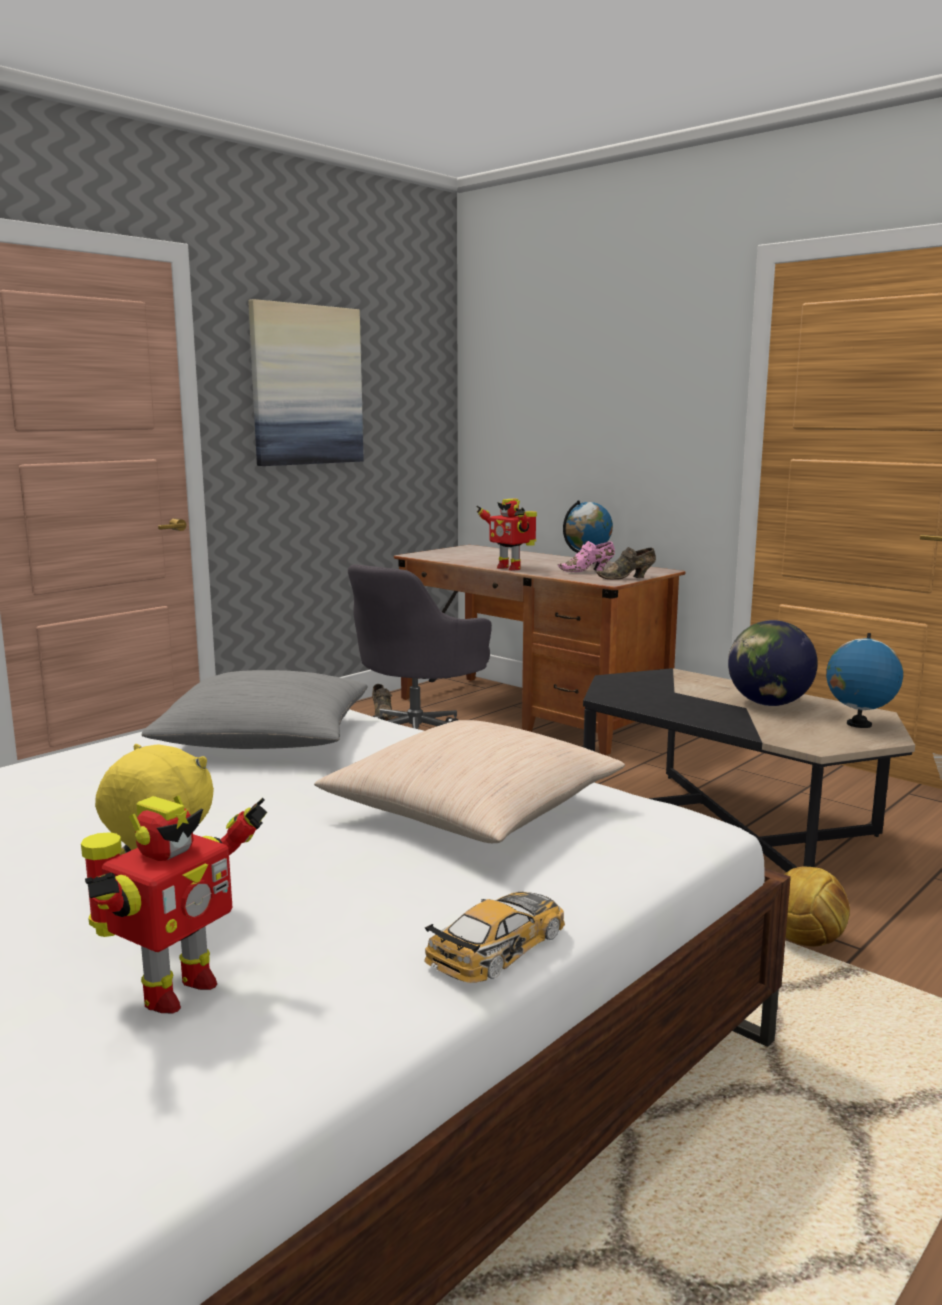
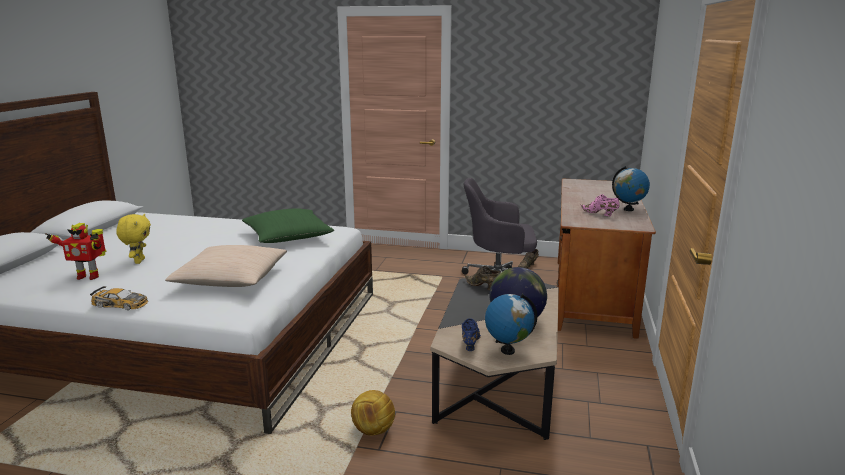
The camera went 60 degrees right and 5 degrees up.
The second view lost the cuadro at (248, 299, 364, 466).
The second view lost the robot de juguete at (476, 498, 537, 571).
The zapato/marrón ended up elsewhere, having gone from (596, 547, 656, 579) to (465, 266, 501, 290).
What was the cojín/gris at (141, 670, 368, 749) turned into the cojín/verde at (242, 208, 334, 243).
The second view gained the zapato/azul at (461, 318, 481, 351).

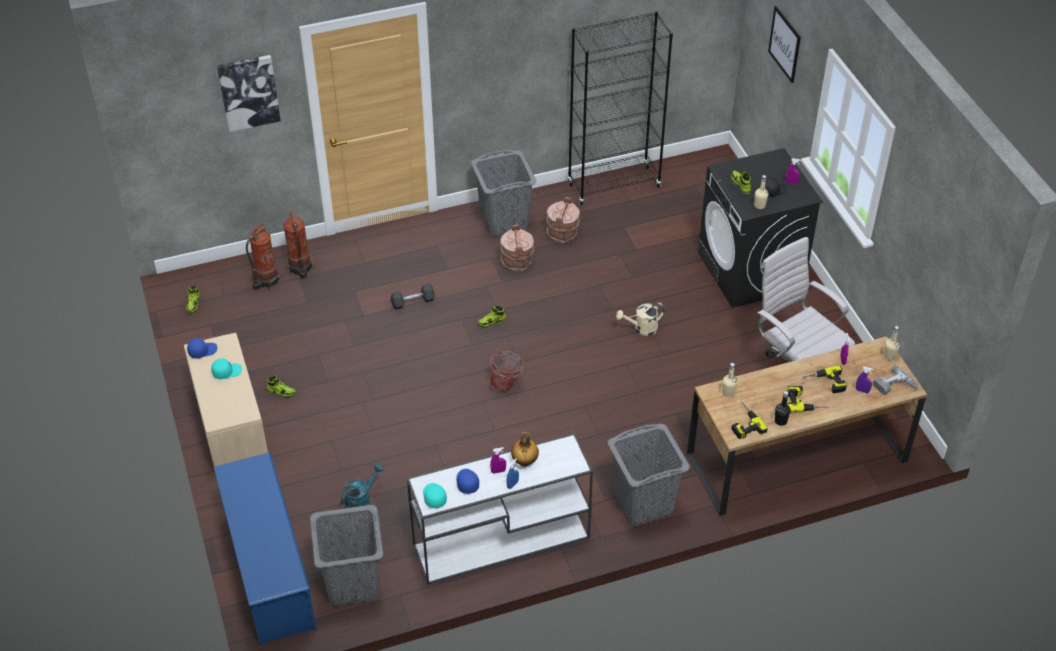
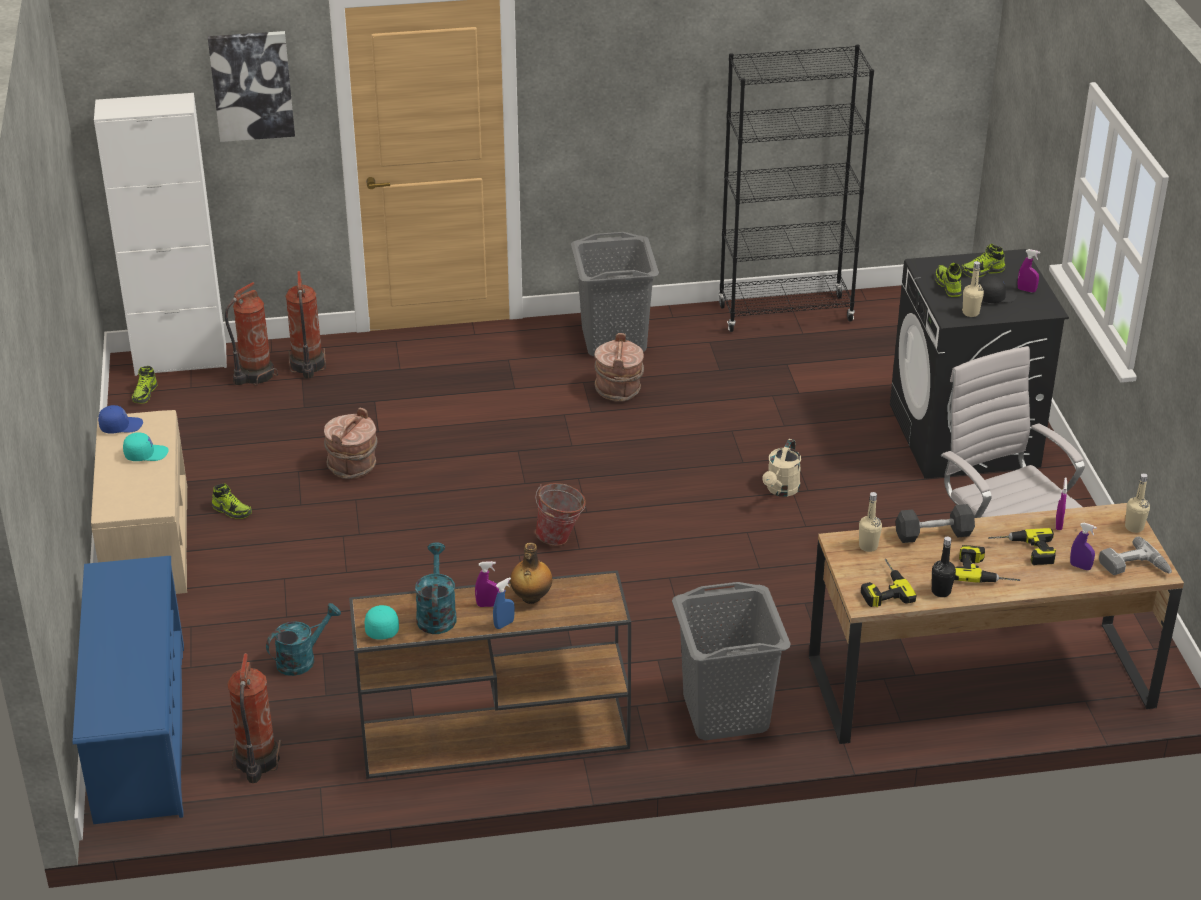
The camera went 10 degrees right and 10 degrees down.
The second view lost the cuadro at (768, 6, 801, 83).
The cubo/marrón ended up elsewhere, having gone from (547, 197, 580, 243) to (324, 408, 378, 479).
The mancuerna/gris ended up elsewhere, having gone from (391, 283, 435, 310) to (895, 504, 975, 543).
The regadera/beis at (616, 303, 665, 336) ended up facing another way, 60 degrees counterclockwise from before.
The zapato ended up elsewhere, having gone from (478, 305, 506, 329) to (961, 244, 1005, 278).
What was the mesa consola/blanco at (407, 433, 593, 585) turned into the mesa consola/marrón at (349, 570, 631, 779).
Where the gorra/azul stood at (456, 469, 479, 494), the regadera/turquesa came to stand at (415, 542, 456, 634).
Where the cesto de la ropa/gris stood at (310, 505, 383, 606), the extintor came to stand at (227, 653, 282, 783).
The second view gained the armario/blanco at (94, 93, 227, 376).

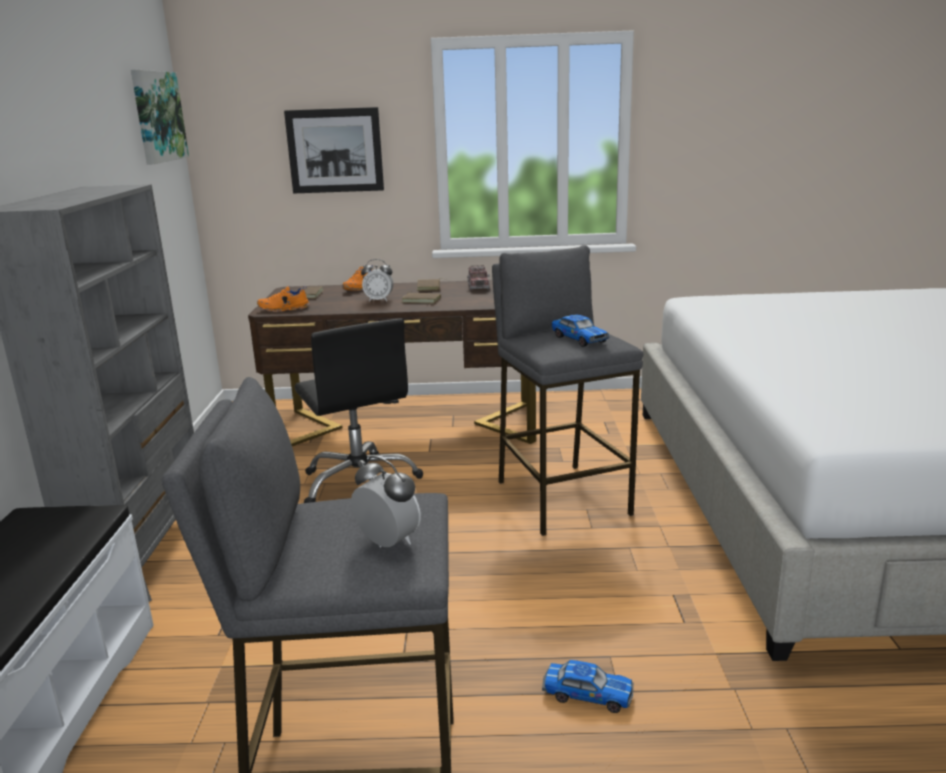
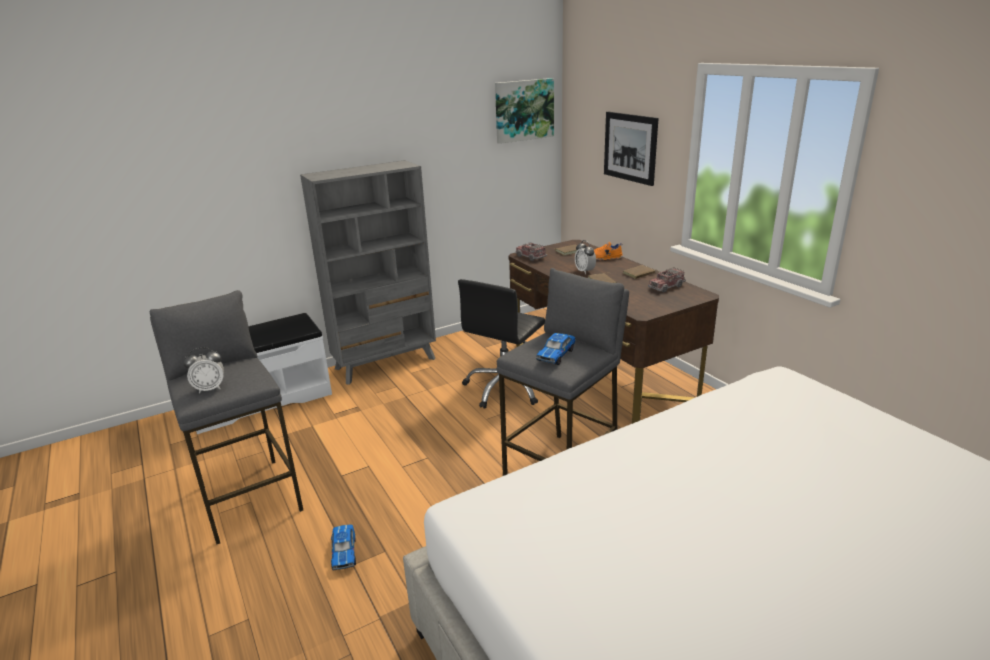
The camera went 60 degrees right and 5 degrees up.
Where the zapato/naranja stood at (257, 286, 310, 312), the camión de juguete came to stand at (515, 242, 547, 261).
The despertador at (351, 456, 421, 547) ended up facing another way, 60 degrees clockwise from before.

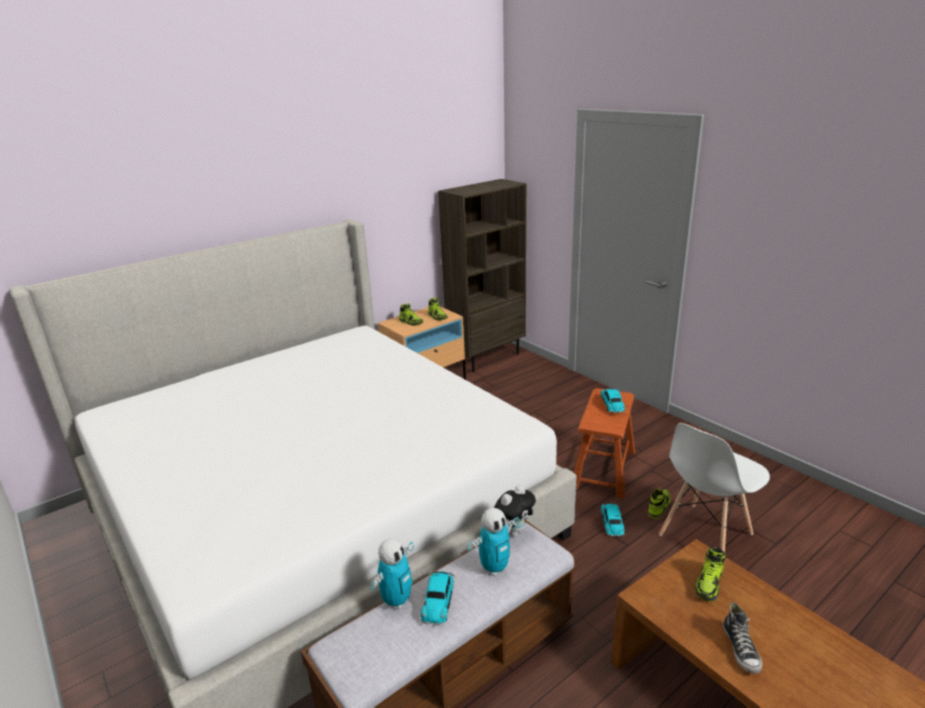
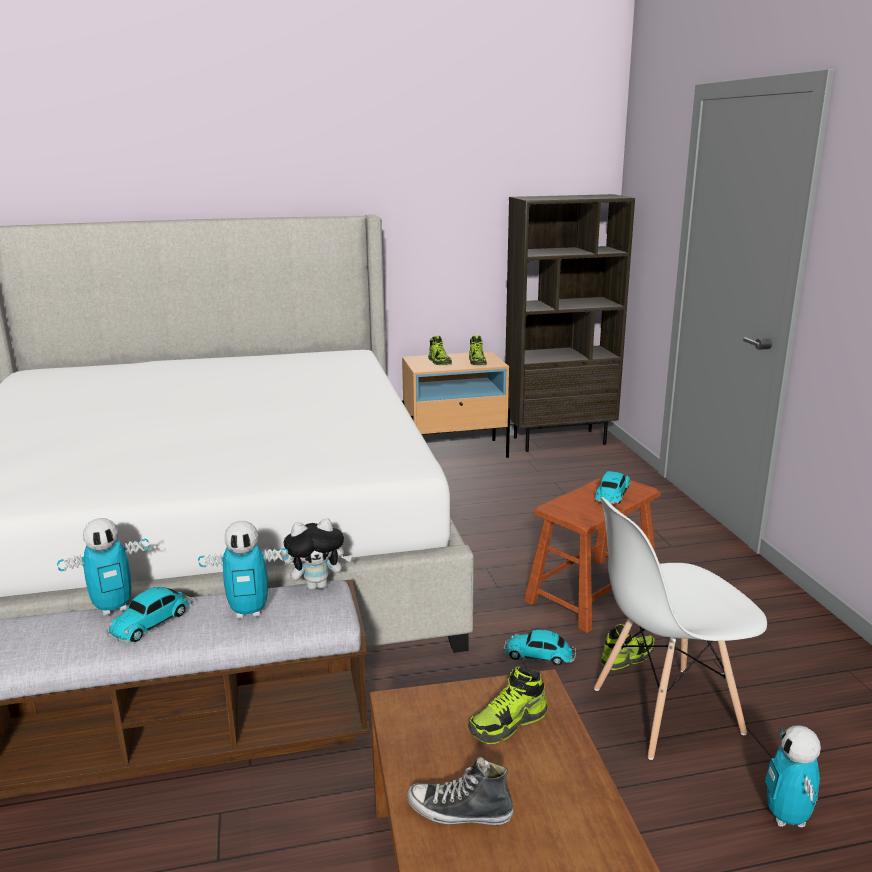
The camera went 25 degrees right and 5 degrees down.
The coche de juguete at (601, 504, 625, 537) ended up facing another way, 105 degrees counterclockwise from before.
The zapato at (723, 602, 762, 674) ended up facing another way, 75 degrees clockwise from before.
The second view gained the robot de juguete at (765, 725, 821, 827).

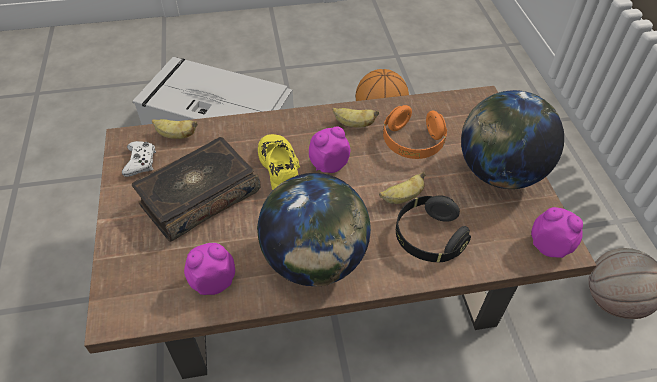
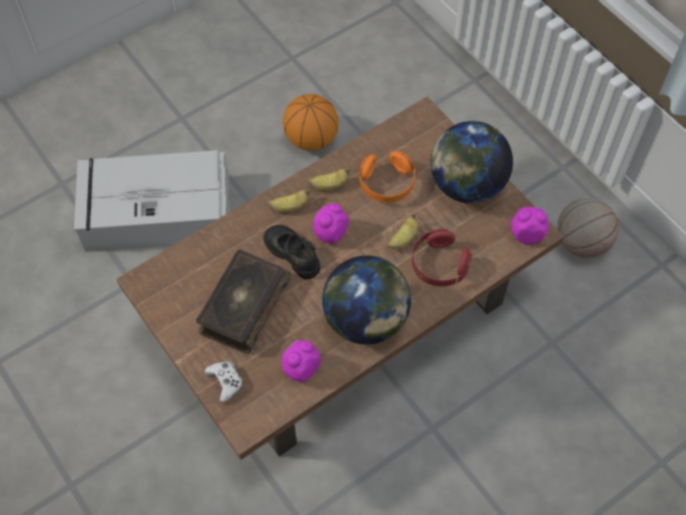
The camera went 25 degrees left and 10 degrees up.
The plátano ended up elsewhere, having gone from (152, 119, 198, 139) to (268, 189, 310, 213).
What was the zapato/amarillo at (258, 134, 300, 190) turned into the zapato/negro at (263, 225, 320, 280).
The mando de consola/blanco ended up elsewhere, having gone from (122, 141, 156, 177) to (204, 361, 243, 403).
What was the auriculares/negro at (396, 195, 471, 262) turned into the auriculares/rojo at (412, 229, 472, 286).

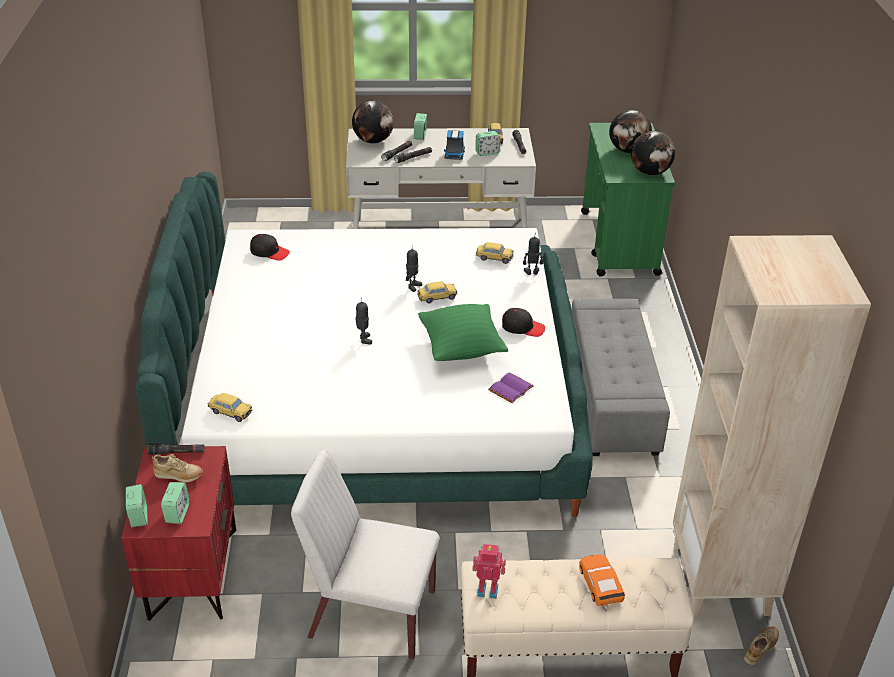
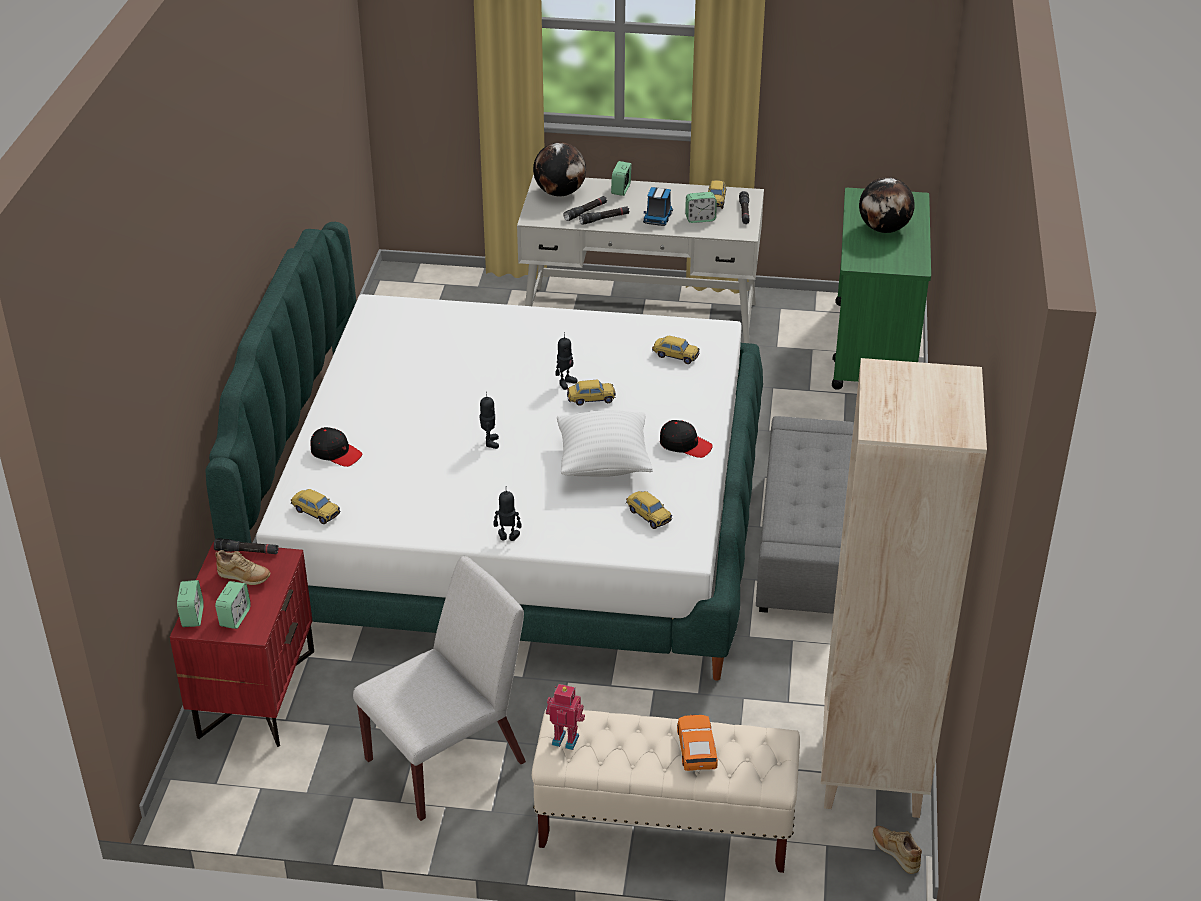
The camera went 10 degrees right and 0 degrees up.
The second view lost the globo terráqueo at (631, 131, 675, 175).
The gorra/negro ended up elsewhere, having gone from (250, 234, 290, 261) to (310, 427, 363, 467).
The robot de juguete ended up elsewhere, having gone from (523, 237, 543, 275) to (493, 486, 522, 541).
What was the cojín/verde at (418, 304, 508, 361) turned into the cojín/blanco at (557, 410, 653, 477).
Where the libro/morado stood at (488, 373, 534, 403), the coche de juguete came to stand at (626, 491, 672, 529).
The silla/blanco at (291, 449, 439, 659) ended up facing another way, 120 degrees clockwise from before.
The zapato/beis at (744, 627, 779, 666) ended up facing another way, 90 degrees counterclockwise from before.

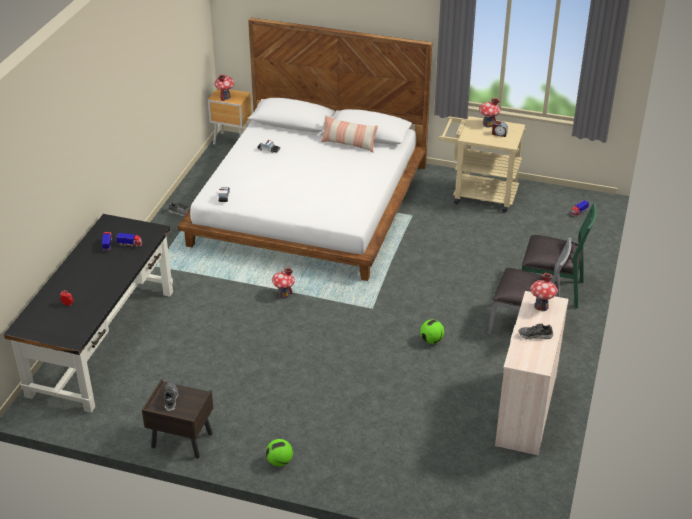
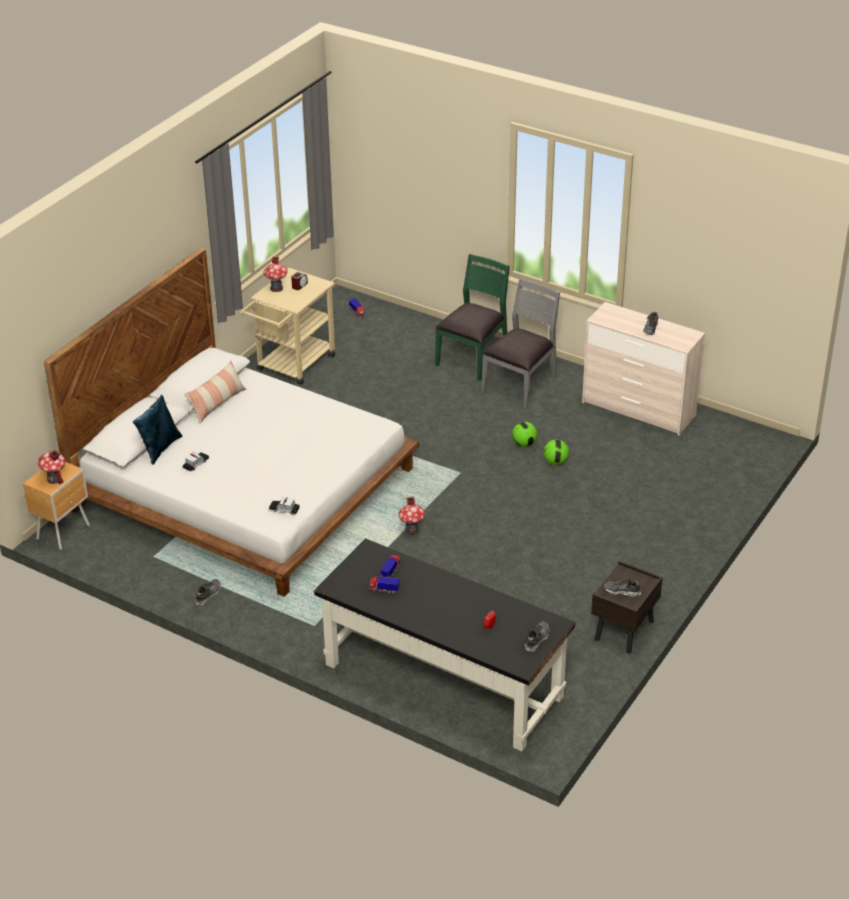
The camera went 75 degrees left and 0 degrees up.
The second view lost the casita at (530, 273, 557, 311).
The balón de fútbol ended up elsewhere, having gone from (266, 439, 293, 467) to (544, 440, 569, 465).
The second view gained the cojín/azul at (133, 395, 182, 465).
The second view gained the zapato at (525, 621, 549, 652).

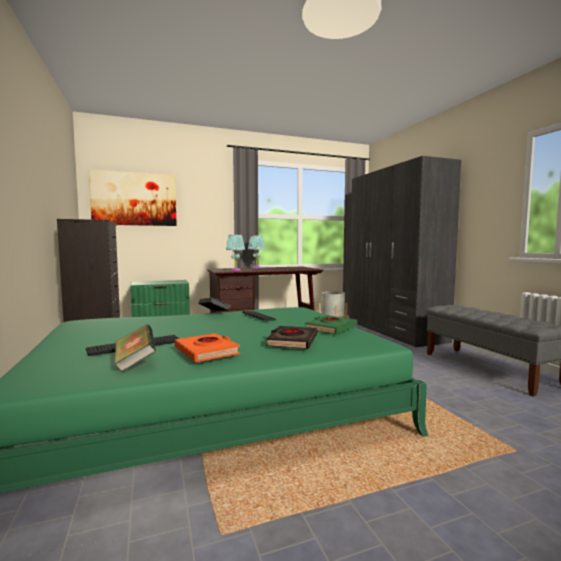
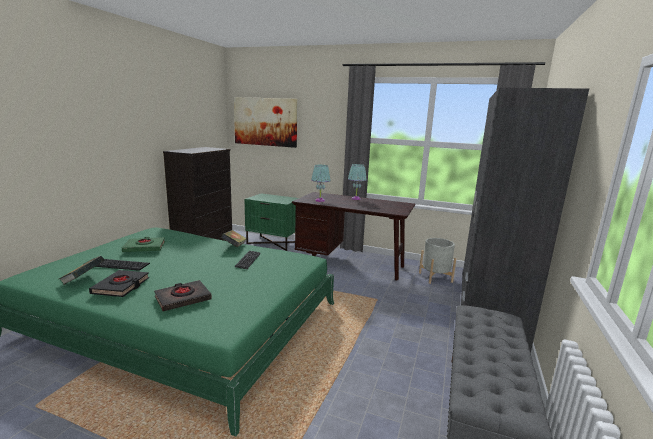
The camera went 40 degrees right and 10 degrees up.
The libro/verde ended up elsewhere, having gone from (305, 315, 357, 334) to (122, 237, 165, 252).
What was the libro/naranja at (175, 333, 240, 362) turned into the libro/negro at (89, 270, 149, 297).

